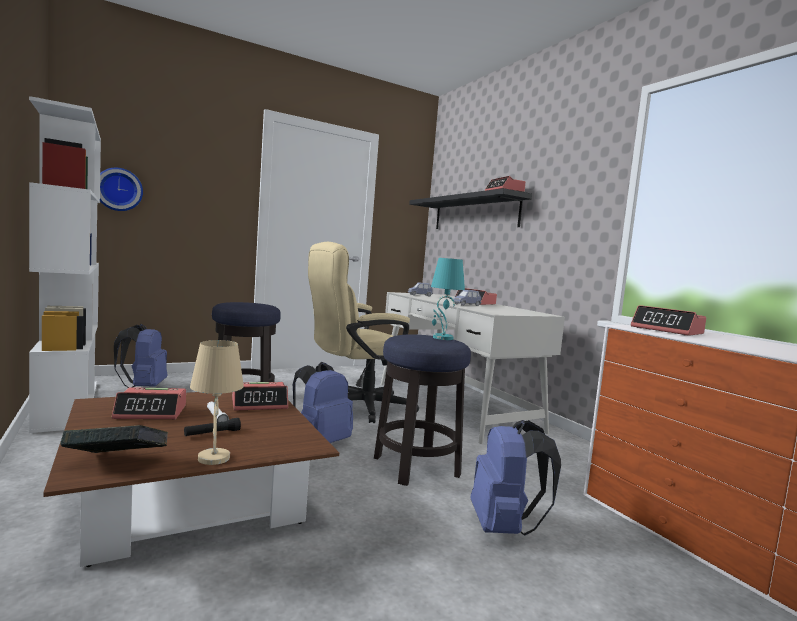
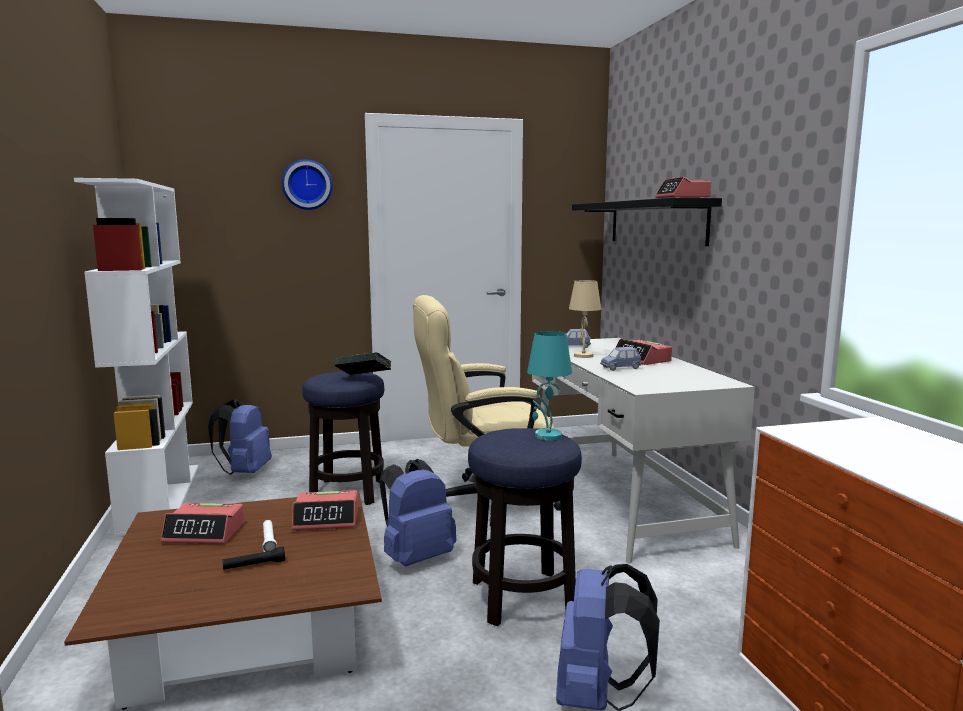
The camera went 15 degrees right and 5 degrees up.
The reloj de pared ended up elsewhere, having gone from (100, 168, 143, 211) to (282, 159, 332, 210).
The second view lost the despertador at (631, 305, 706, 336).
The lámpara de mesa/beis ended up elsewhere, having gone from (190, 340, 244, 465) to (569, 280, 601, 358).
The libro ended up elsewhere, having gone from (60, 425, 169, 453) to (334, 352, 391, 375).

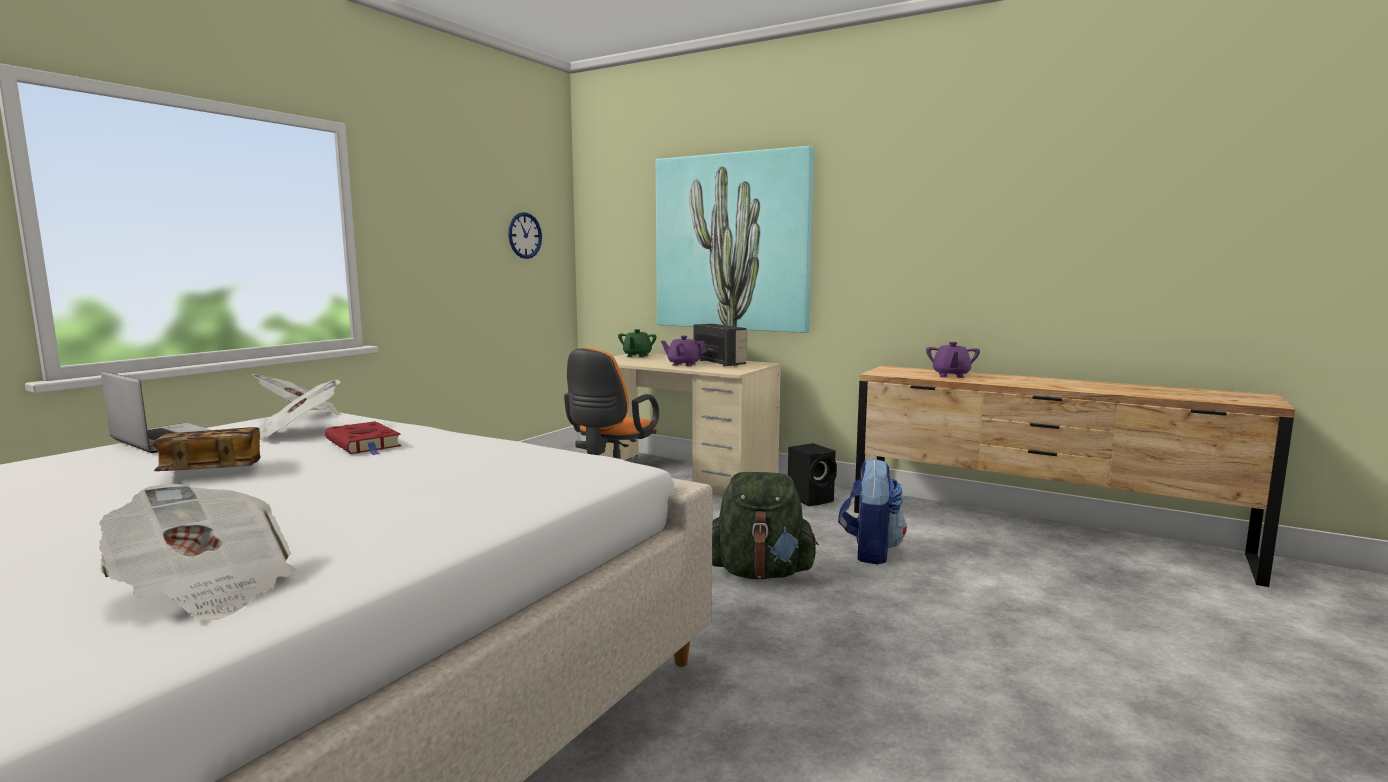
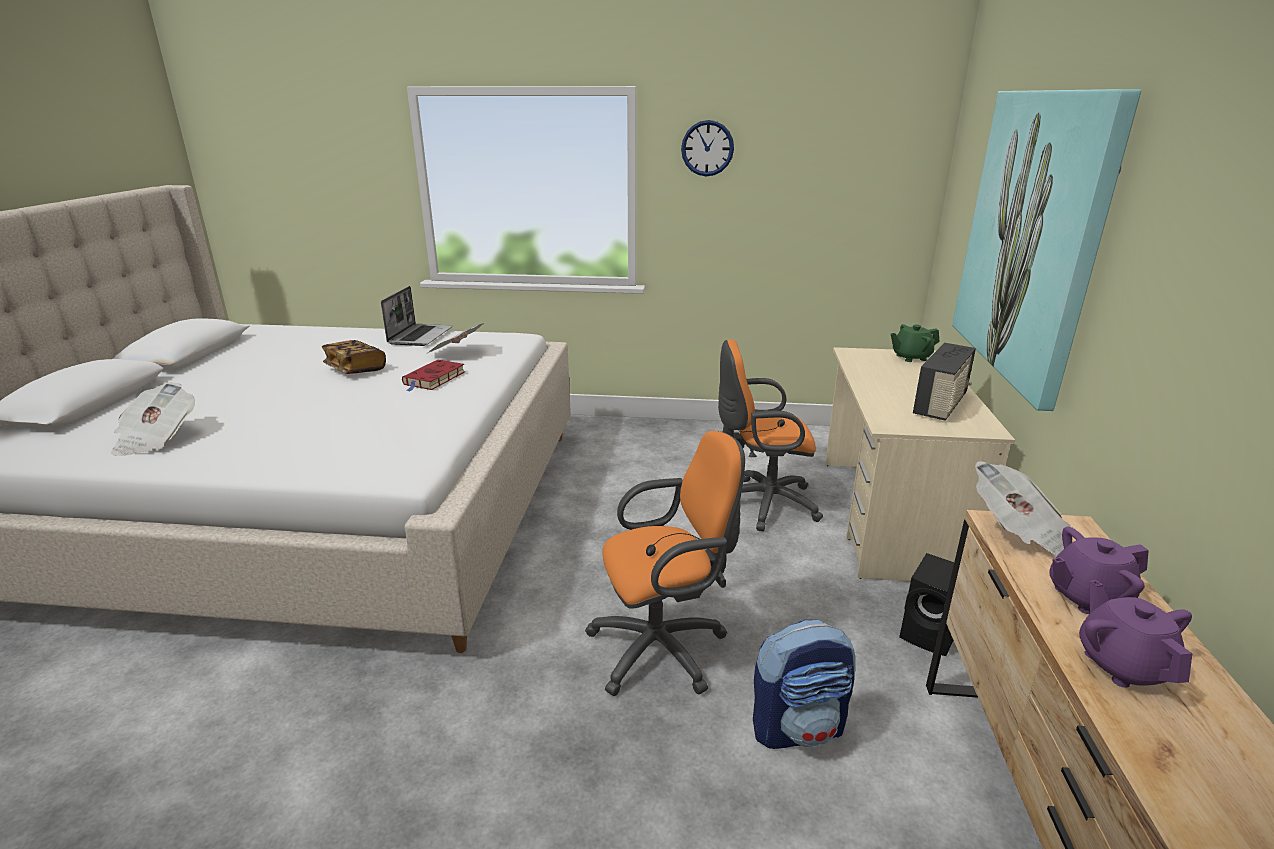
The camera went 65 degrees right and 15 degrees up.
The reloj de pared ended up elsewhere, having gone from (508, 212, 542, 259) to (681, 120, 734, 177).
The tetera/morado ended up elsewhere, having gone from (661, 336, 706, 366) to (1079, 580, 1192, 688).
The periódico ended up elsewhere, having gone from (252, 374, 342, 415) to (975, 461, 1071, 557).
Where the mochila/verde stood at (712, 472, 819, 579), the silla de oficina/naranja came to stand at (585, 431, 745, 696).

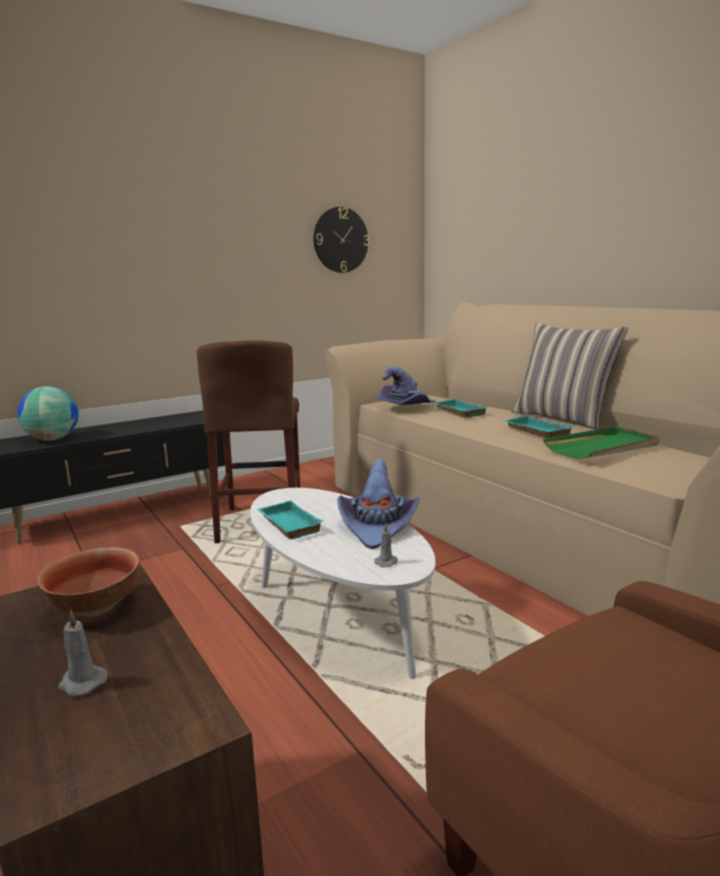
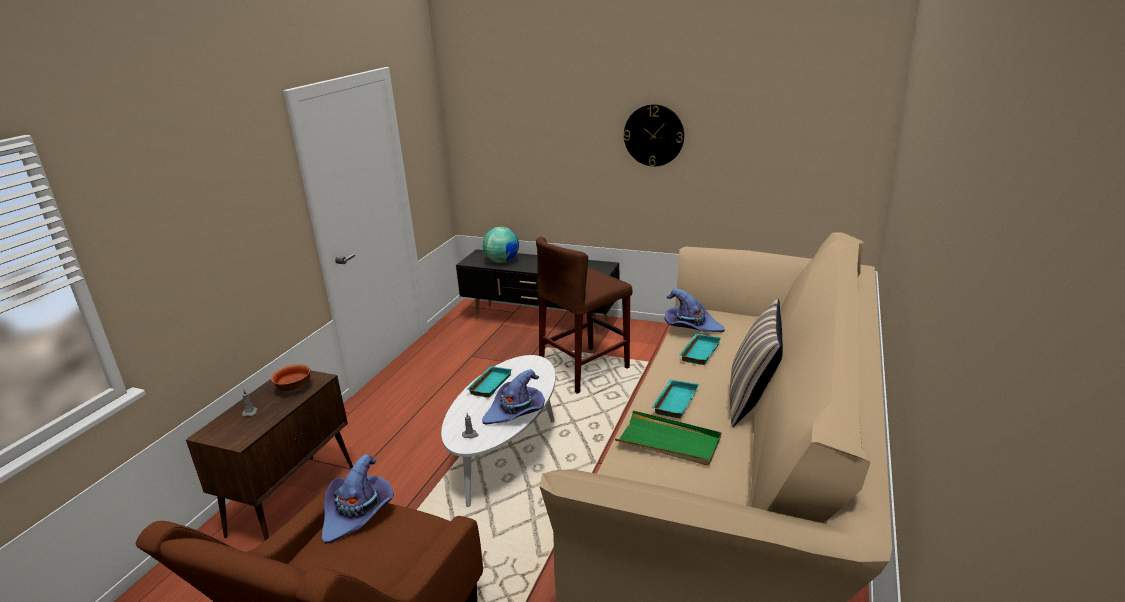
The camera went 55 degrees right and 10 degrees up.
The reloj de pared ended up elsewhere, having gone from (314, 207, 369, 273) to (624, 104, 684, 166).
The second view gained the sombrero/morado at (322, 454, 394, 544).

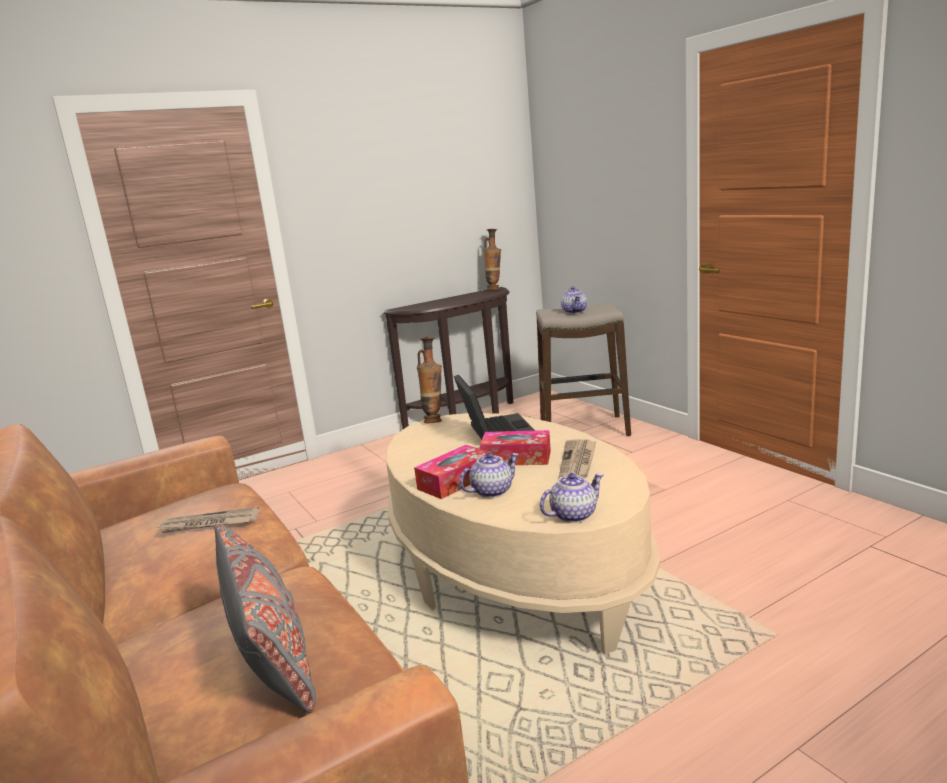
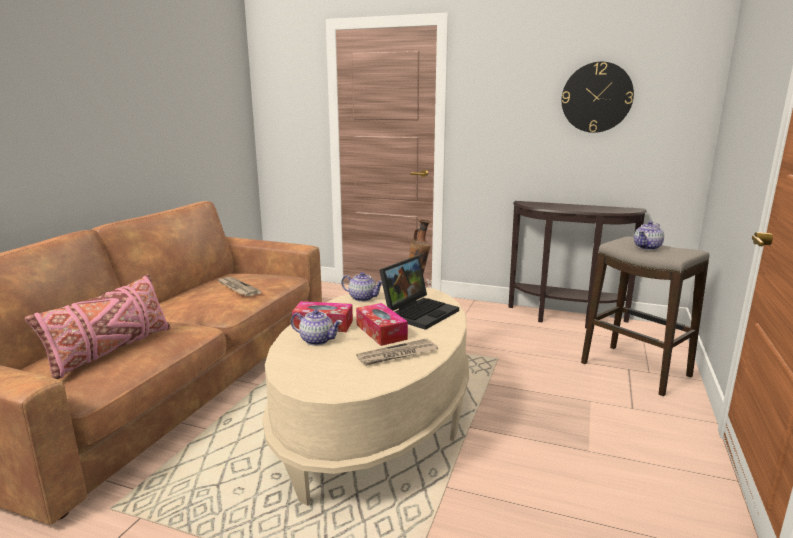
The camera went 50 degrees right and 0 degrees up.
The second view lost the florero at (483, 229, 501, 290).
The tetera ended up elsewhere, having gone from (540, 473, 604, 523) to (341, 272, 382, 302).
What was the cojín/gris at (214, 523, 316, 713) turned into the cojín/rosa at (25, 274, 171, 379).
The second view gained the reloj de pared at (562, 62, 634, 133).

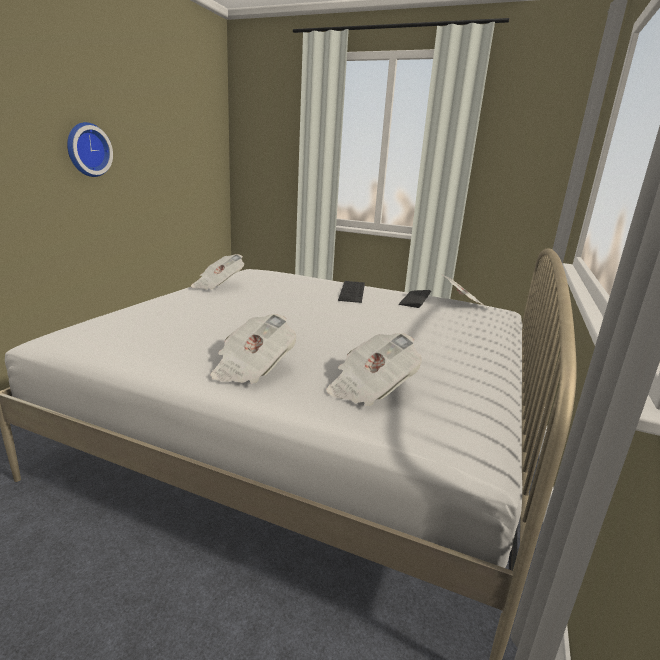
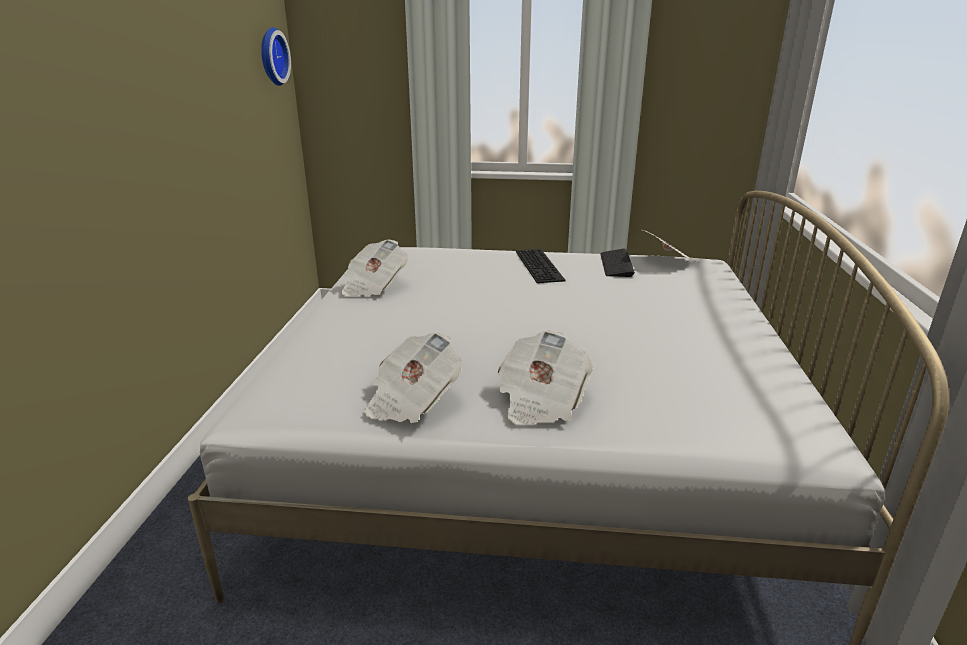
The camera went 15 degrees left and 5 degrees up.
The reloj de pared ended up elsewhere, having gone from (67, 122, 113, 177) to (261, 27, 291, 86).
The periódico ended up elsewhere, having gone from (326, 333, 422, 406) to (364, 333, 462, 423).

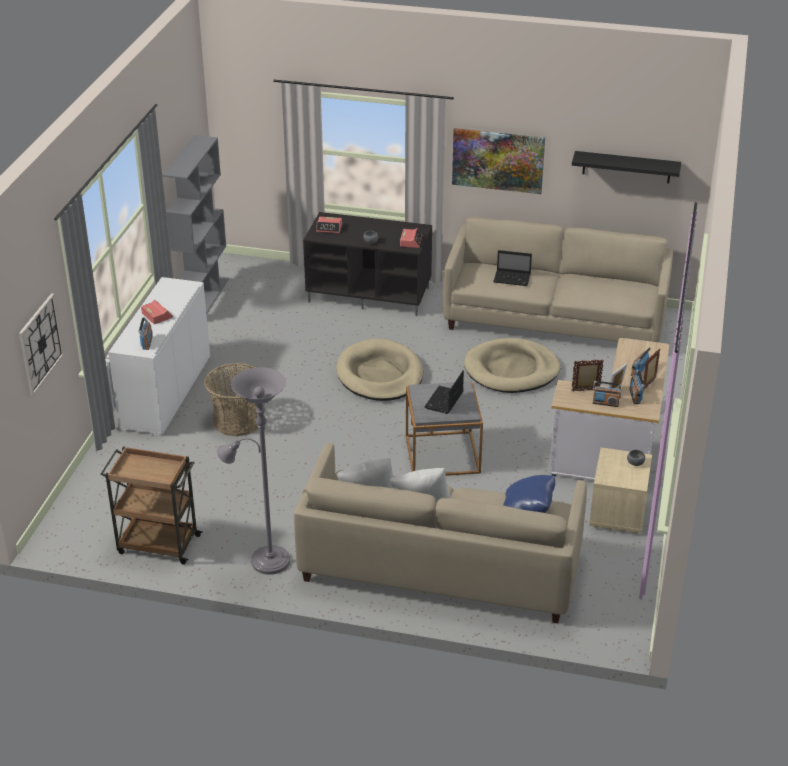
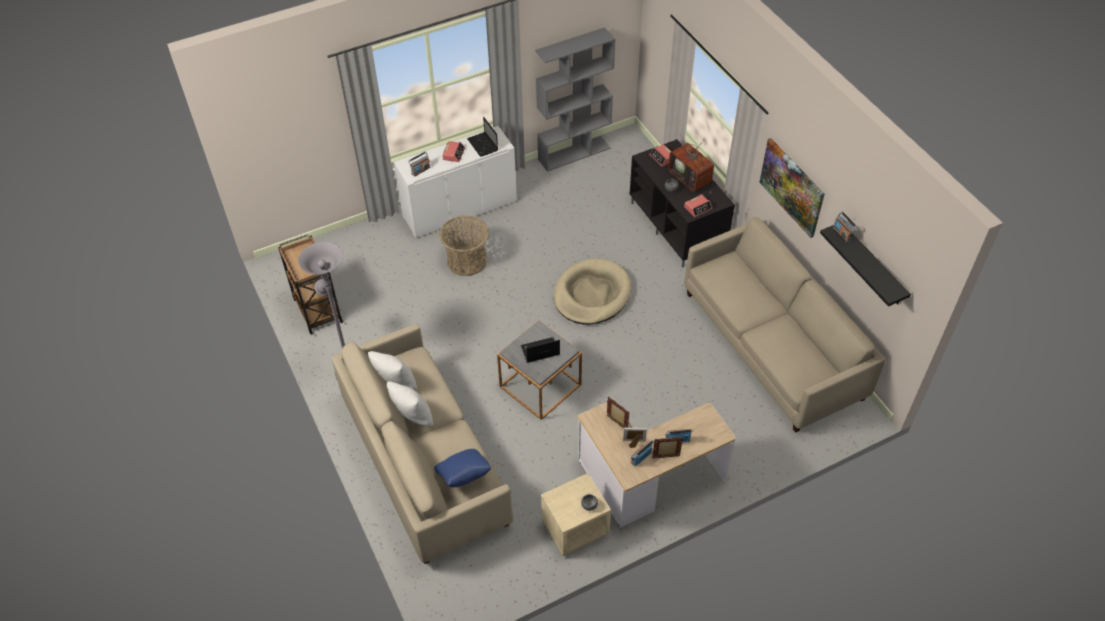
The camera went 50 degrees right and 15 degrees up.
The portátil ended up elsewhere, having gone from (493, 250, 532, 286) to (467, 117, 498, 157).
The second view lost the reloj de pared at (19, 293, 64, 396).
The second view lost the cama para perro/beis at (464, 338, 560, 393).
The radio ended up elsewhere, having gone from (593, 381, 622, 407) to (833, 211, 857, 243).
The second view gained the televisor at (668, 133, 714, 194).

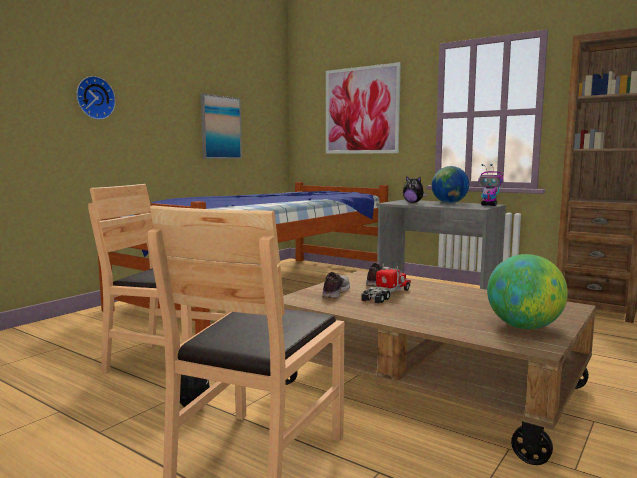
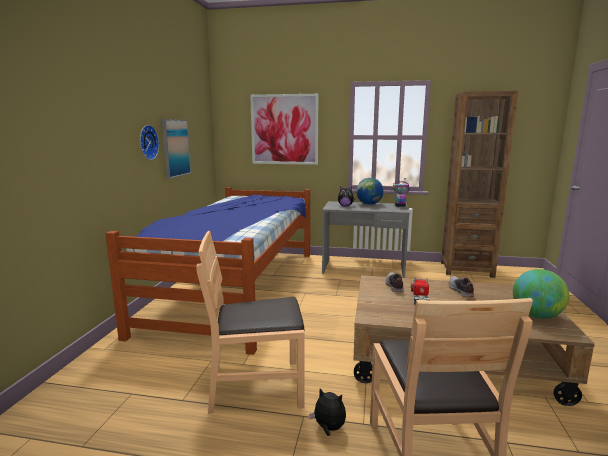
The camera went 25 degrees left and 5 degrees up.
The reloj de pared ended up elsewhere, having gone from (76, 76, 116, 120) to (140, 125, 159, 160).
The zapato ended up elsewhere, having gone from (322, 272, 350, 298) to (449, 276, 474, 297).

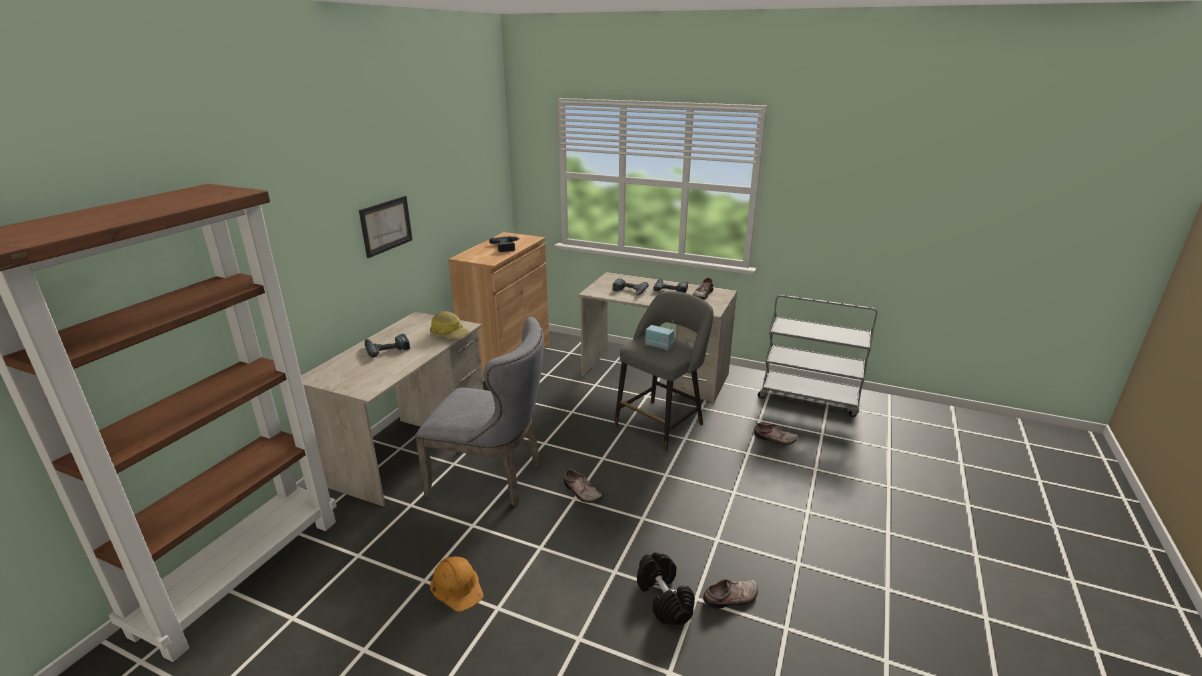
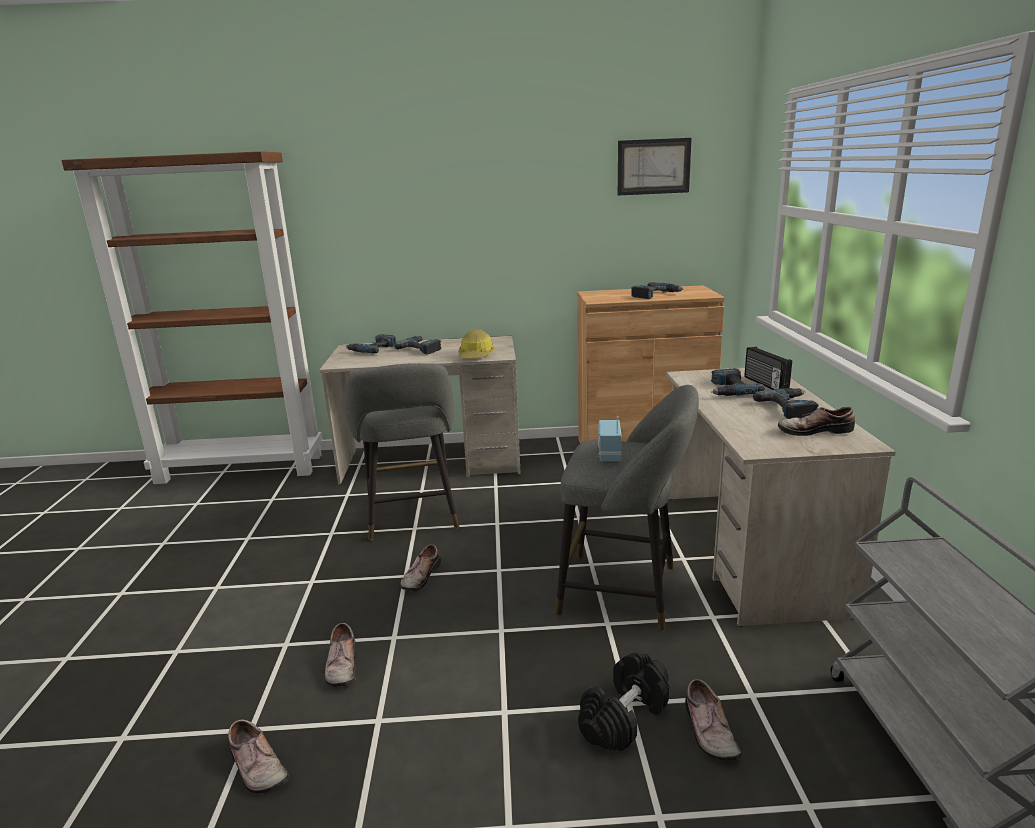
The camera went 65 degrees right and 5 degrees down.
The cuadro ended up elsewhere, having gone from (359, 196, 412, 258) to (618, 138, 692, 196).
Where the silla/gris stood at (415, 317, 544, 506), the taburete/gris came to stand at (345, 363, 459, 540).
The mancuerna/negro ended up elsewhere, having gone from (637, 552, 695, 625) to (578, 653, 669, 752).
The second view lost the casco/naranja at (430, 556, 484, 612).
The second view gained the taladro at (346, 334, 396, 354).
The second view gained the radio at (744, 347, 792, 390).
The second view gained the zapato at (324, 623, 356, 687).

